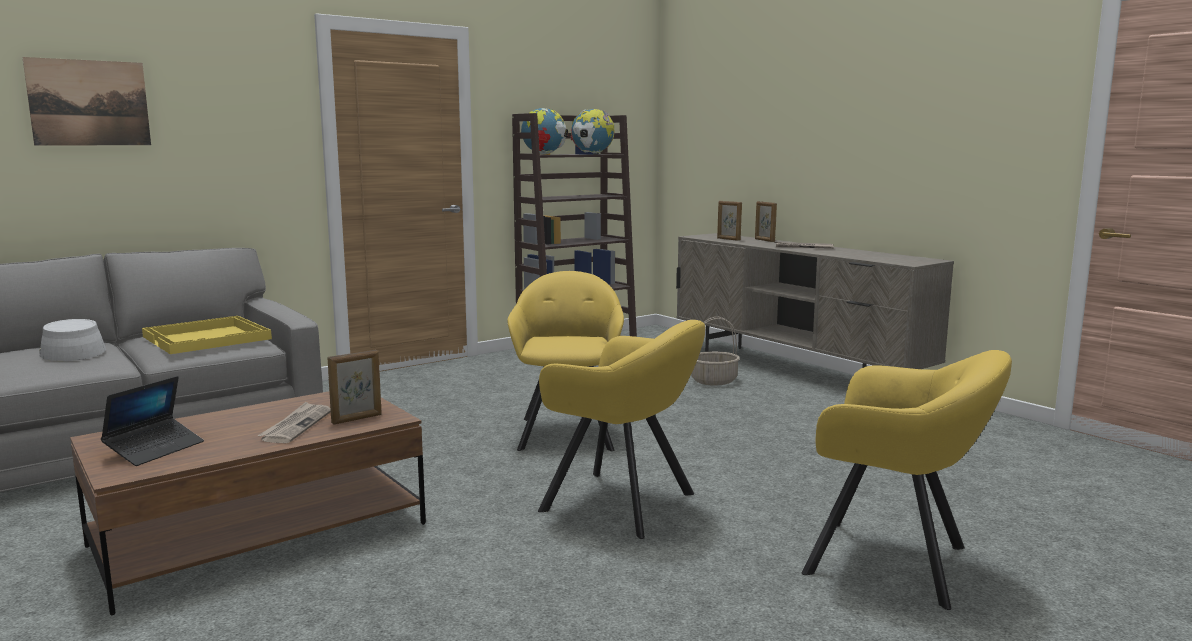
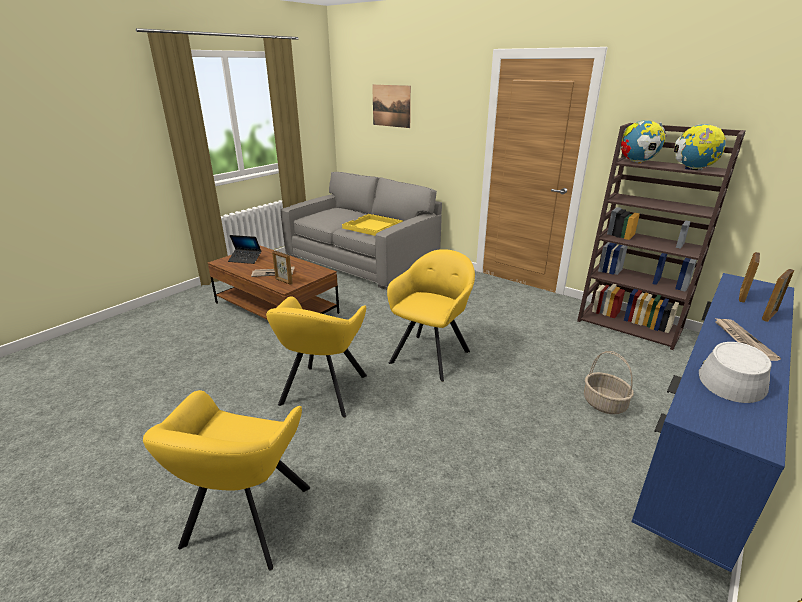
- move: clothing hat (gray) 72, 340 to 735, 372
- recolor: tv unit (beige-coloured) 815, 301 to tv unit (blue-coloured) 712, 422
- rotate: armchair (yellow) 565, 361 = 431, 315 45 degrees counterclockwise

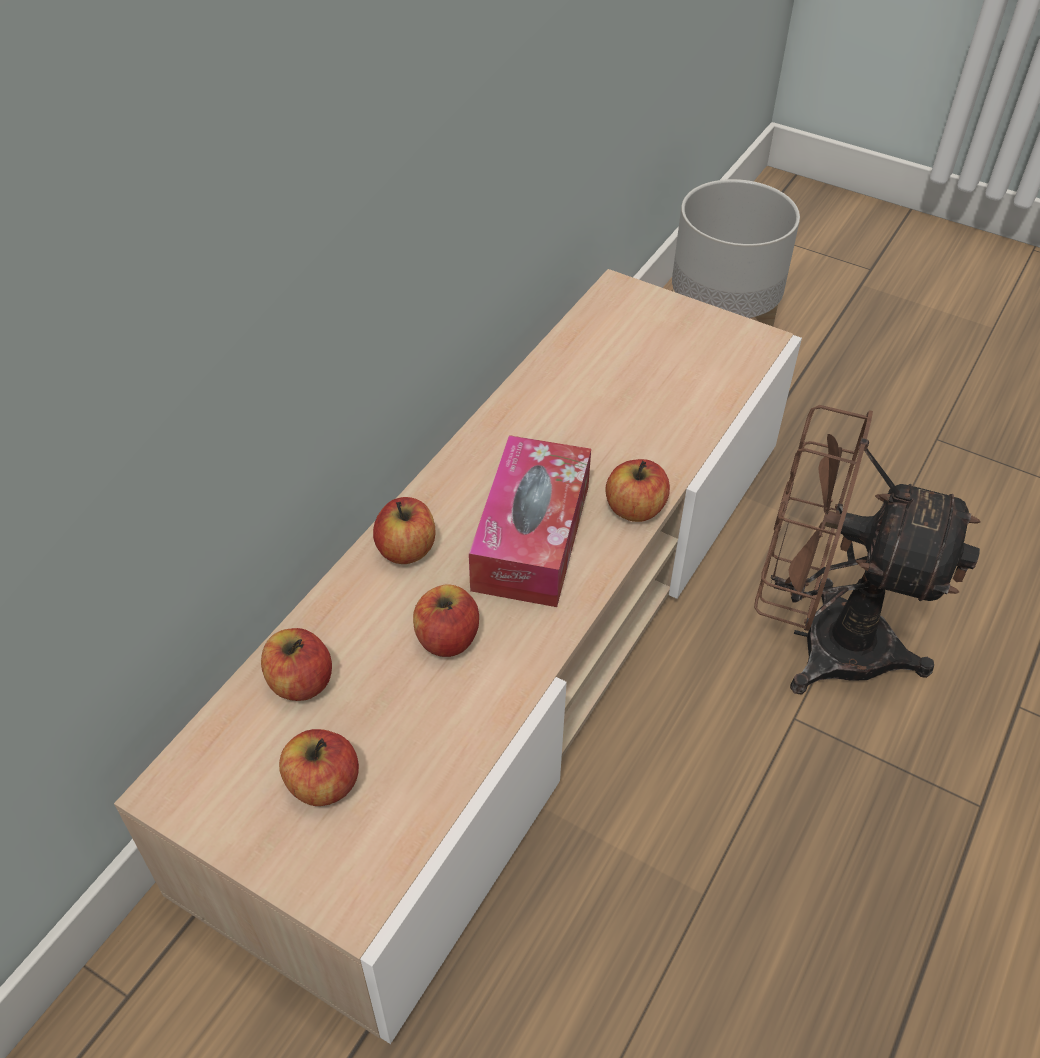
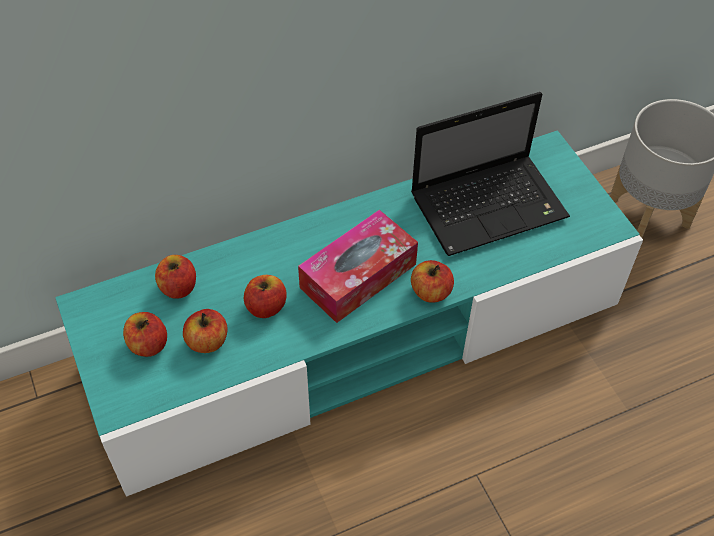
- delete: electric fan (brownish) 867, 550
- insert: laptop 490, 174
- move: whole apple 404, 530 to 205, 331
- recolor: tv unit (beige-coloured) 458, 656 to tv unit (turquoise) 349, 313

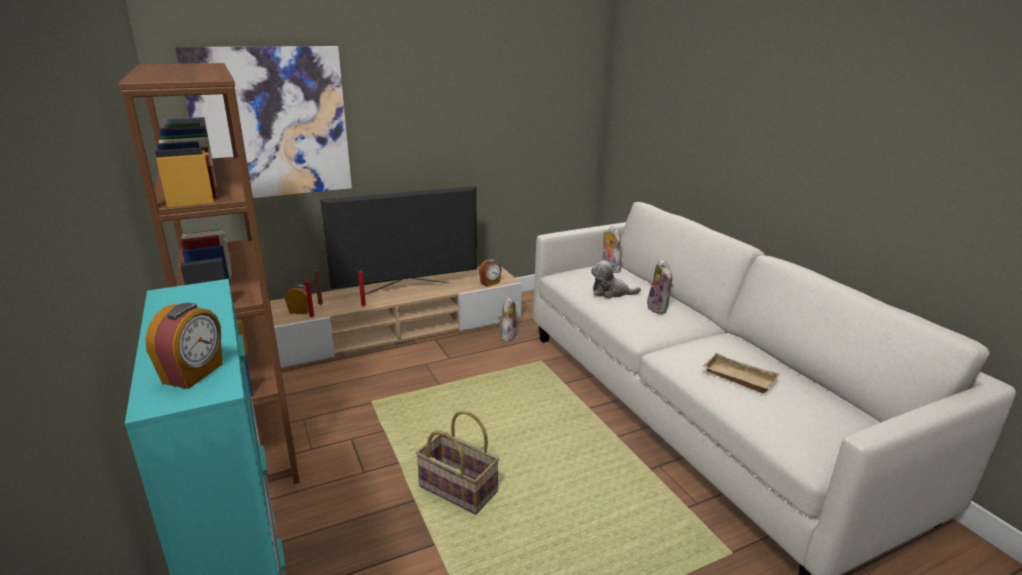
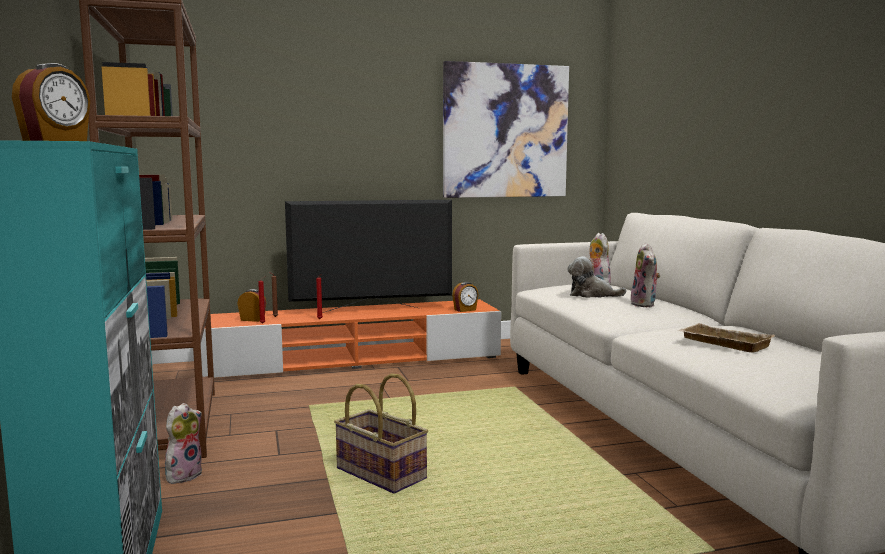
- move: wall picture 263, 122 to 506, 129
- move: cuddly toy 507, 319 to 183, 443
- recolor: tv unit (beige-coloured) 396, 317 to tv unit (orange-coloured) 351, 338

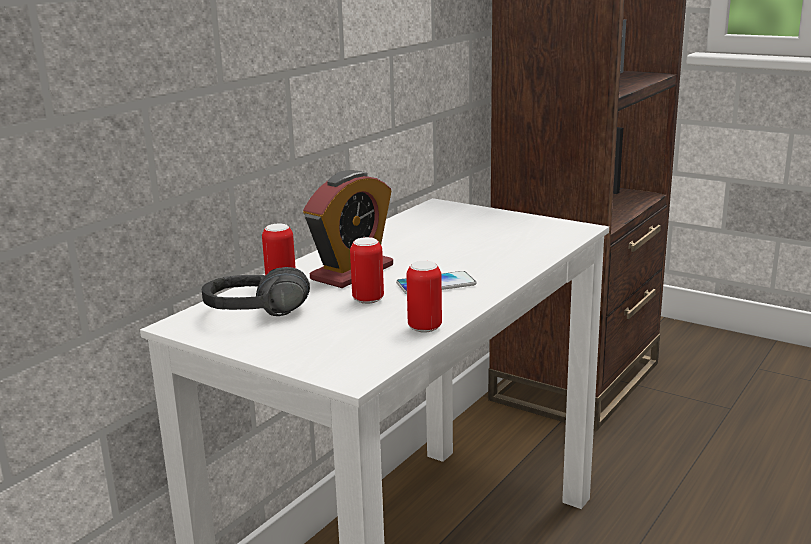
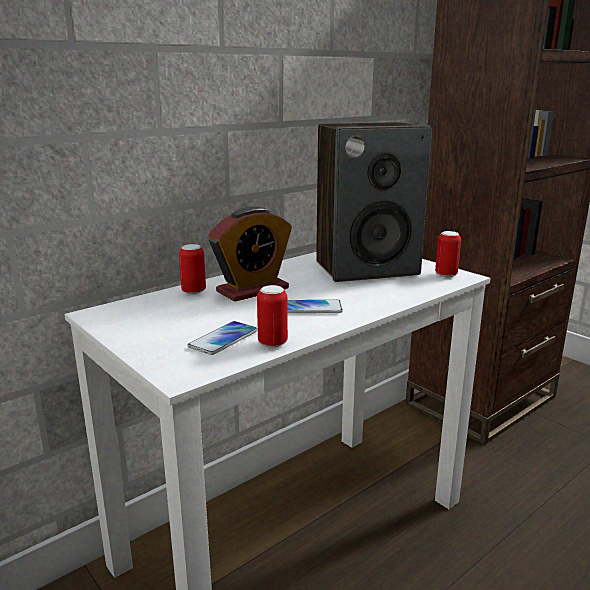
- delete: headphones (blackish) 256, 291
- insert: handset 223, 338
- insert: audio speaker 374, 202
- move: sealed can 367, 270 to 448, 254

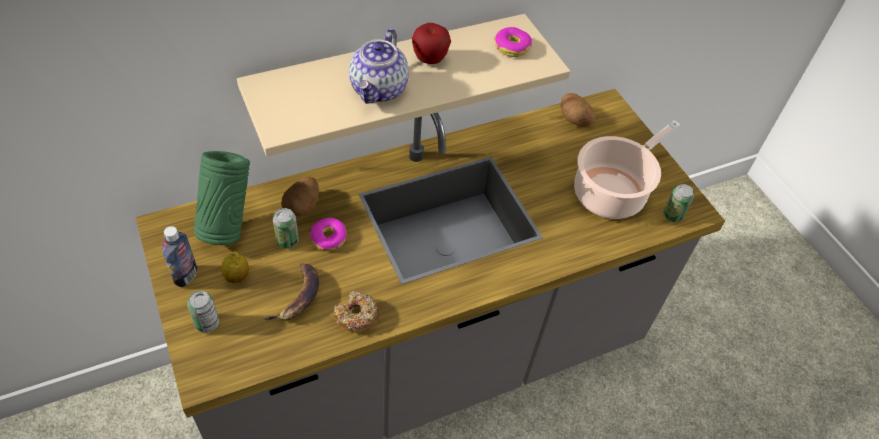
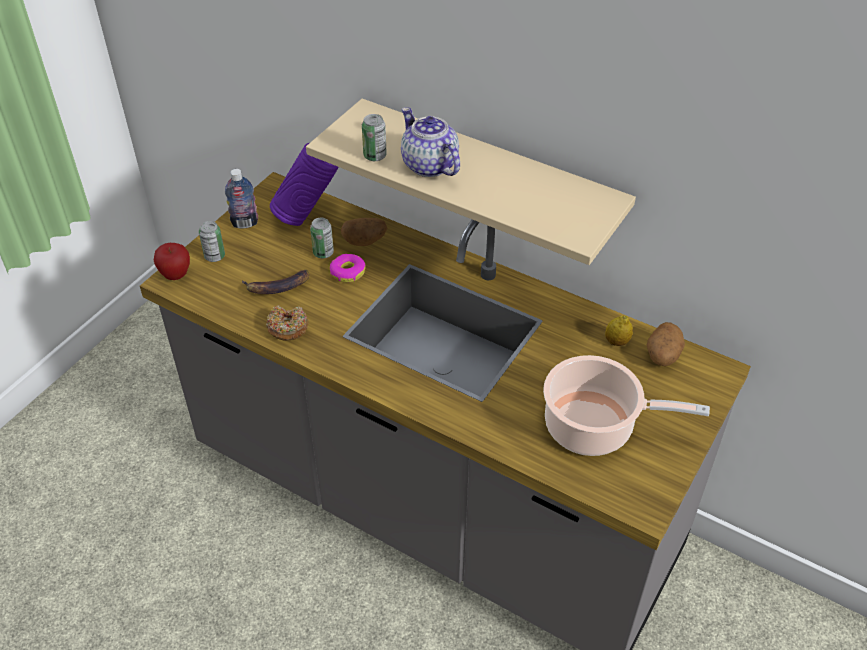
- delete: donut 513, 42
- move: whole lemon 235, 267 to 619, 330
- move: whole apple 431, 43 to 172, 261
- move: sealed can 678, 203 to 374, 137
- recolor: flower vase (green) 222, 198 to flower vase (purplish) 304, 184
- rotate: tea pot 379, 66 = 430, 142 75 degrees clockwise

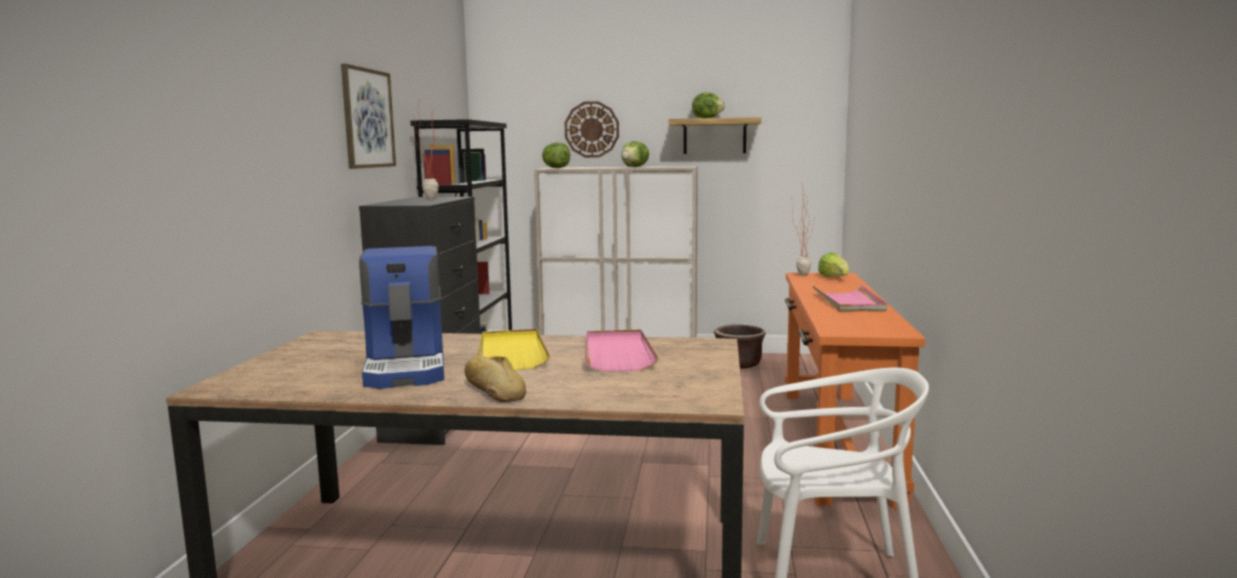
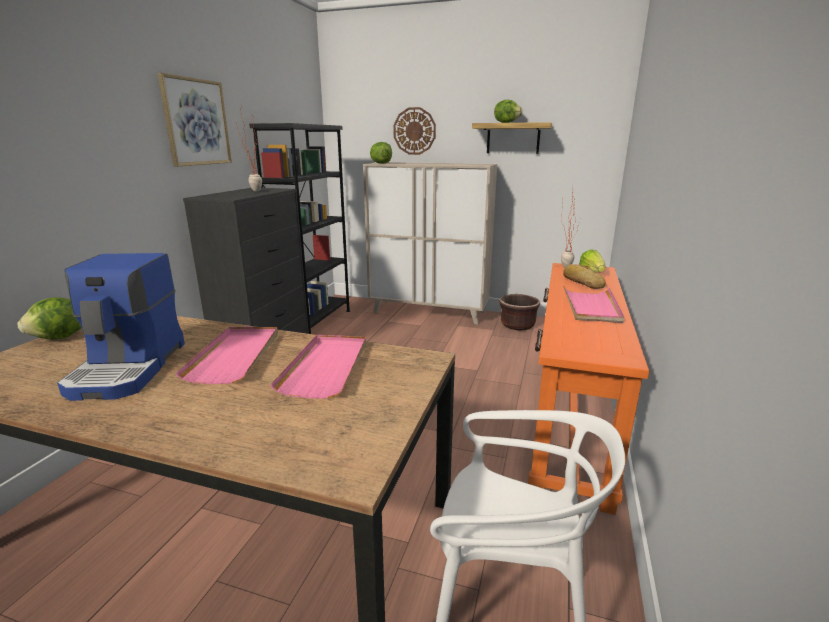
- move: bakery bread 495, 379 to 584, 276
- move: lettuce 635, 154 to 50, 318
- recolor: carrying tray (yellow) 513, 349 to carrying tray (pink) 227, 355

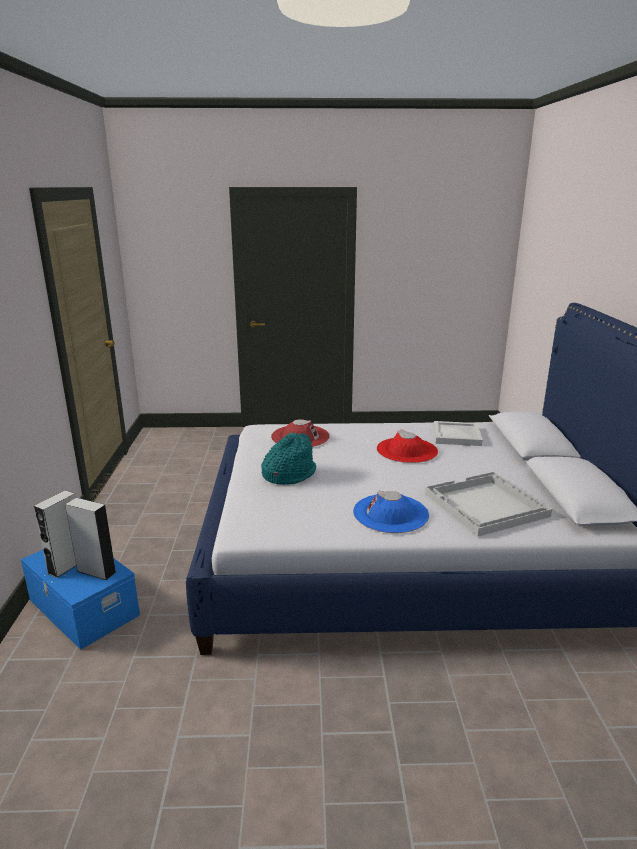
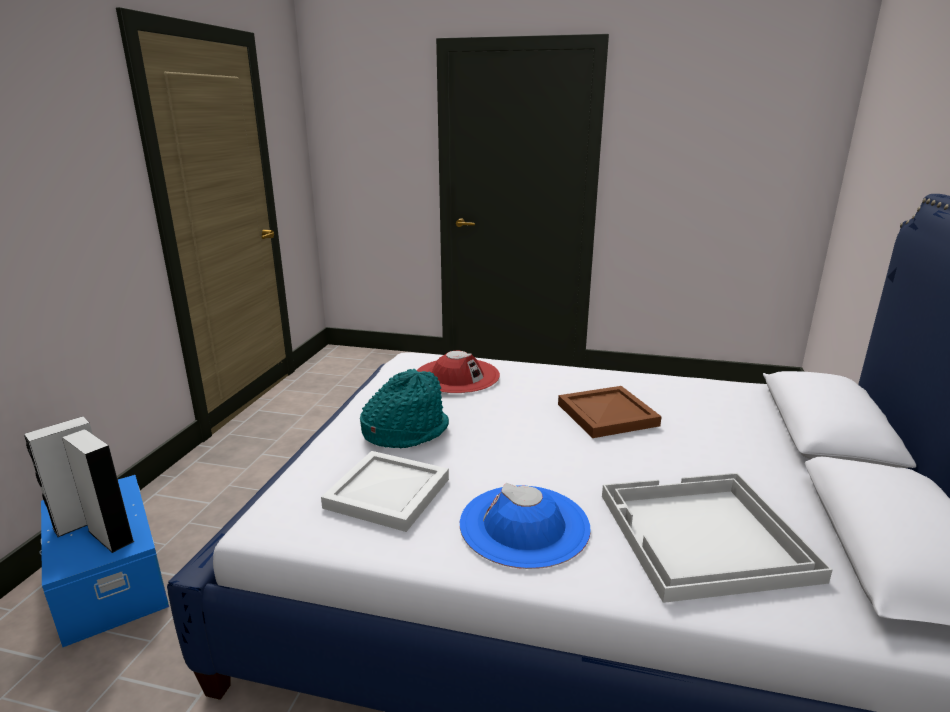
- move: carrying tray (white-coloured) 458, 433 to 385, 491
- replace: clothing hat (red-coloured) 407, 446 to carrying tray (brownish) 610, 412

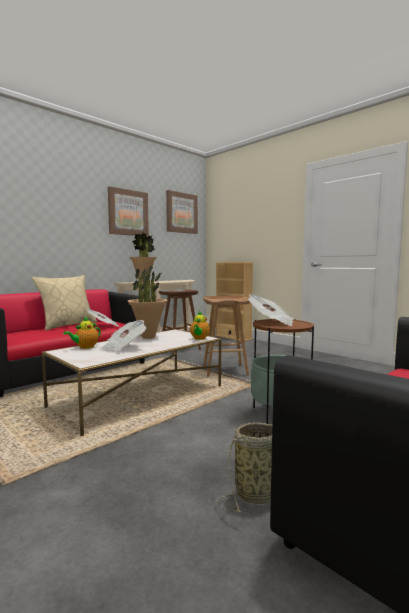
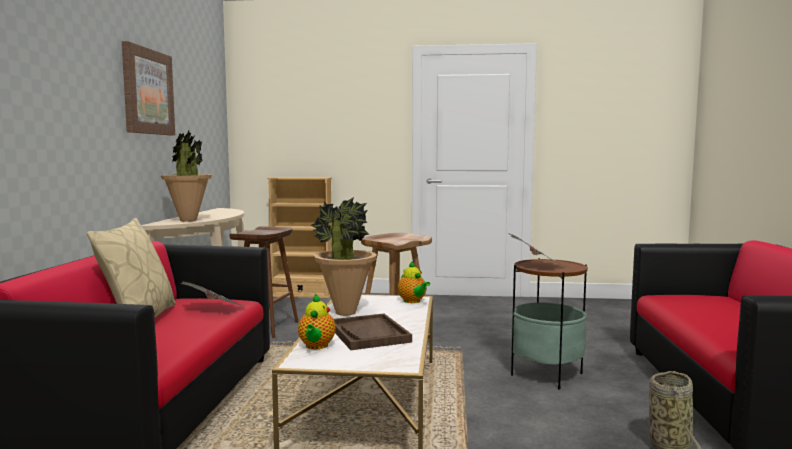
- delete: wall picture 182, 212
- replace: printed paper 123, 335 to carrying tray (brownish) 373, 332

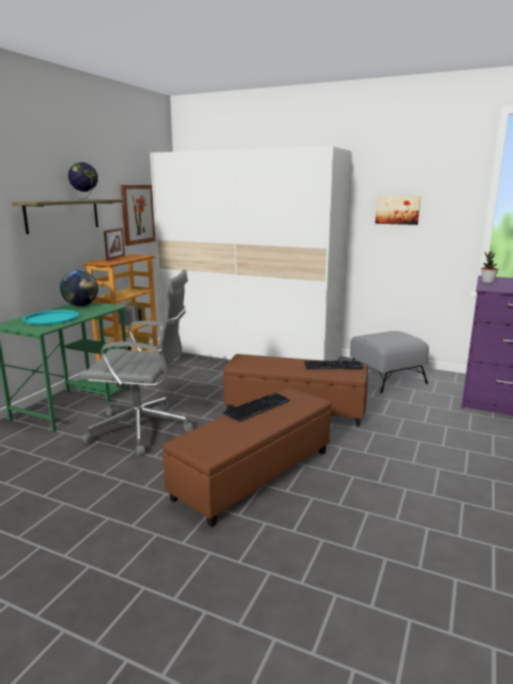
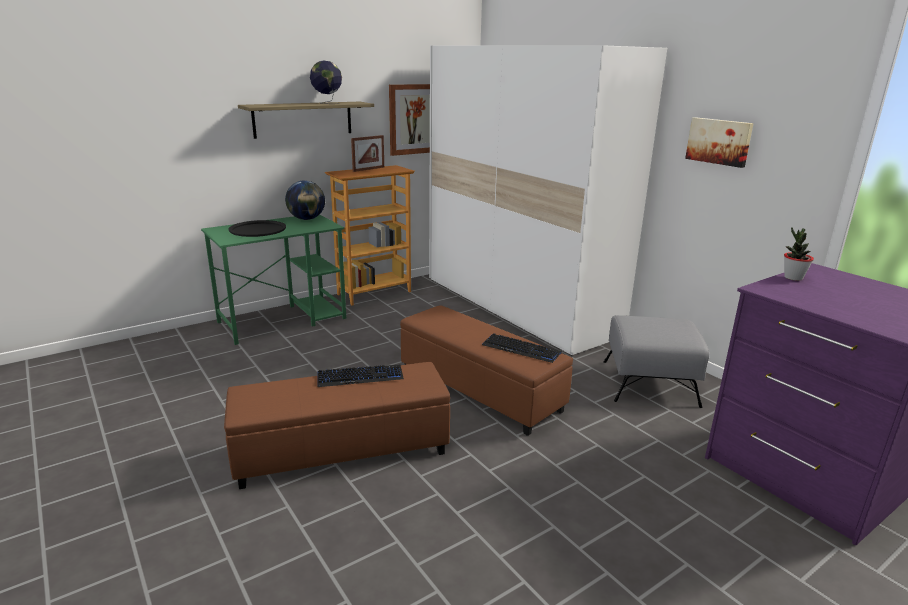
- delete: computer chair (gray) 137, 362
- recolor: carrying tray (turquoise) 50, 317 to carrying tray (blackish) 257, 228

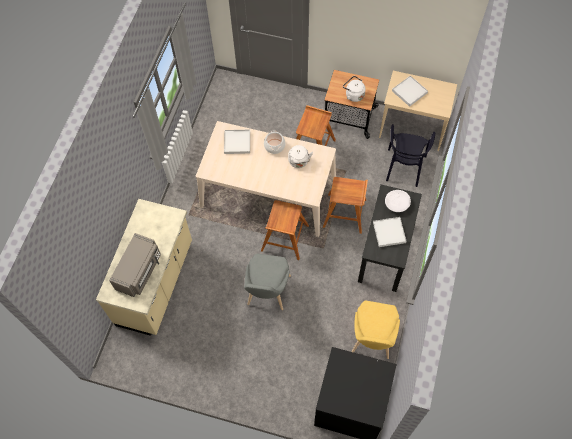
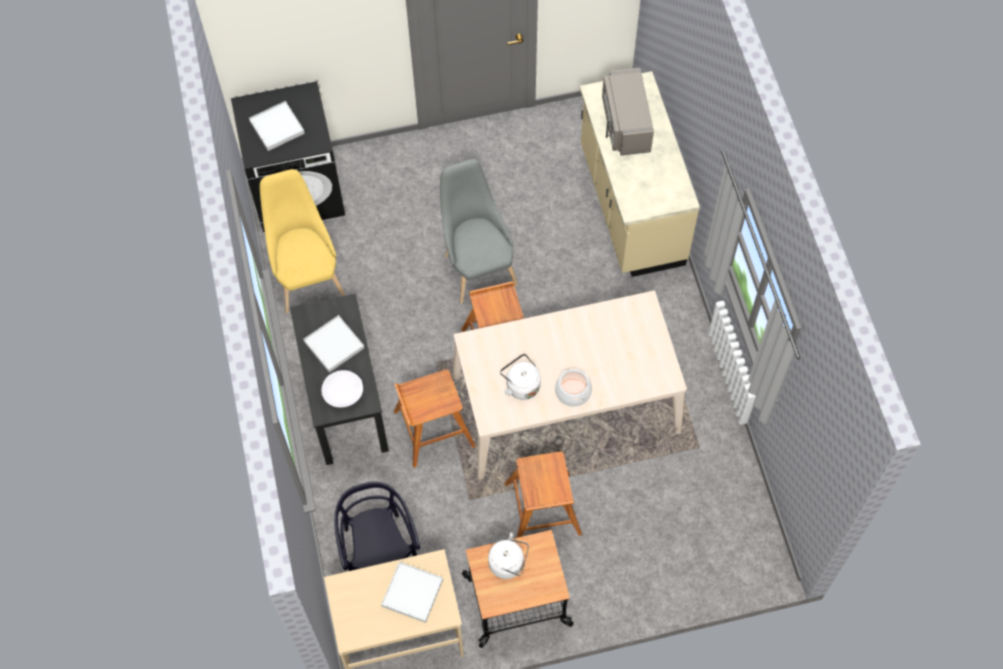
- move: carrying tray (white-coloured) 237, 141 to 277, 126

